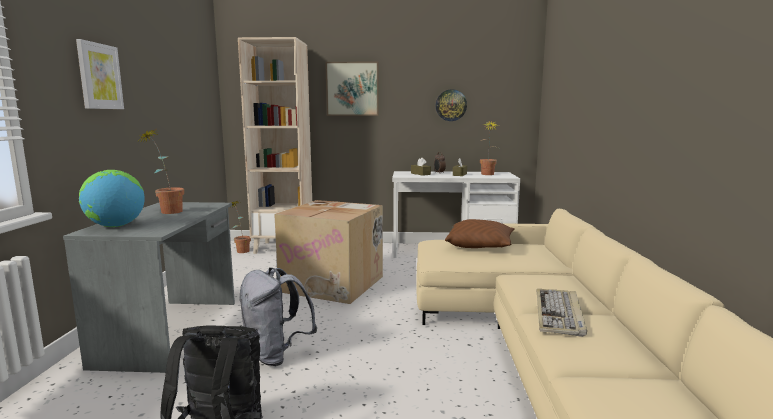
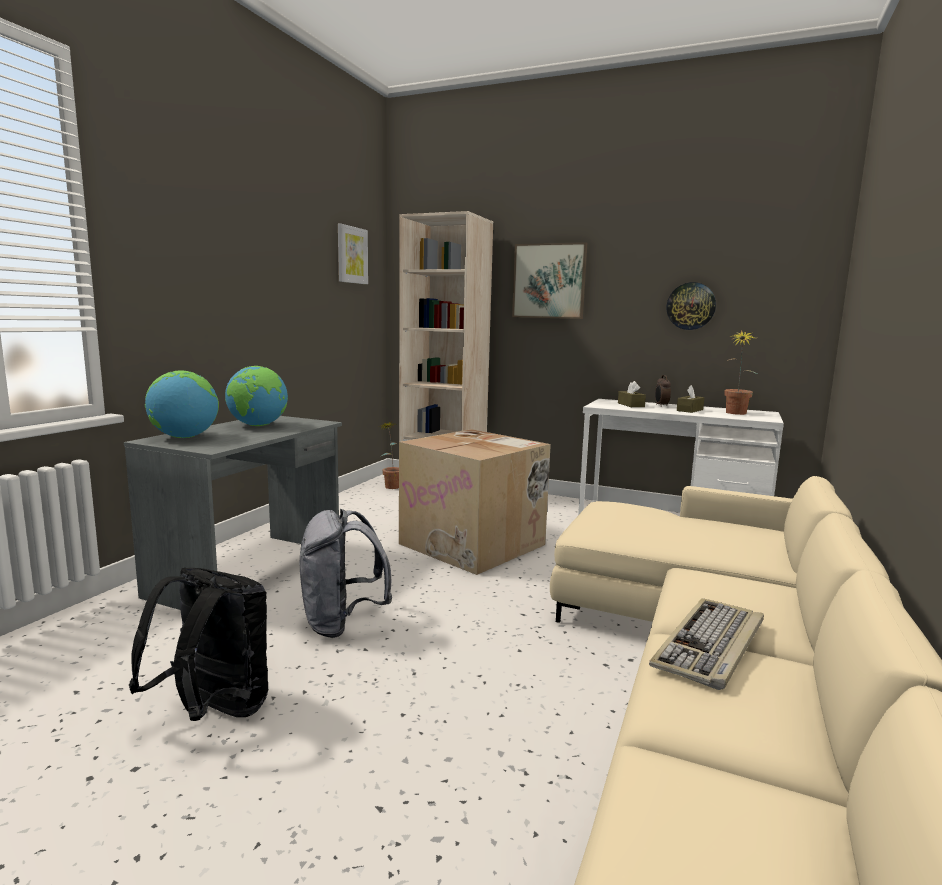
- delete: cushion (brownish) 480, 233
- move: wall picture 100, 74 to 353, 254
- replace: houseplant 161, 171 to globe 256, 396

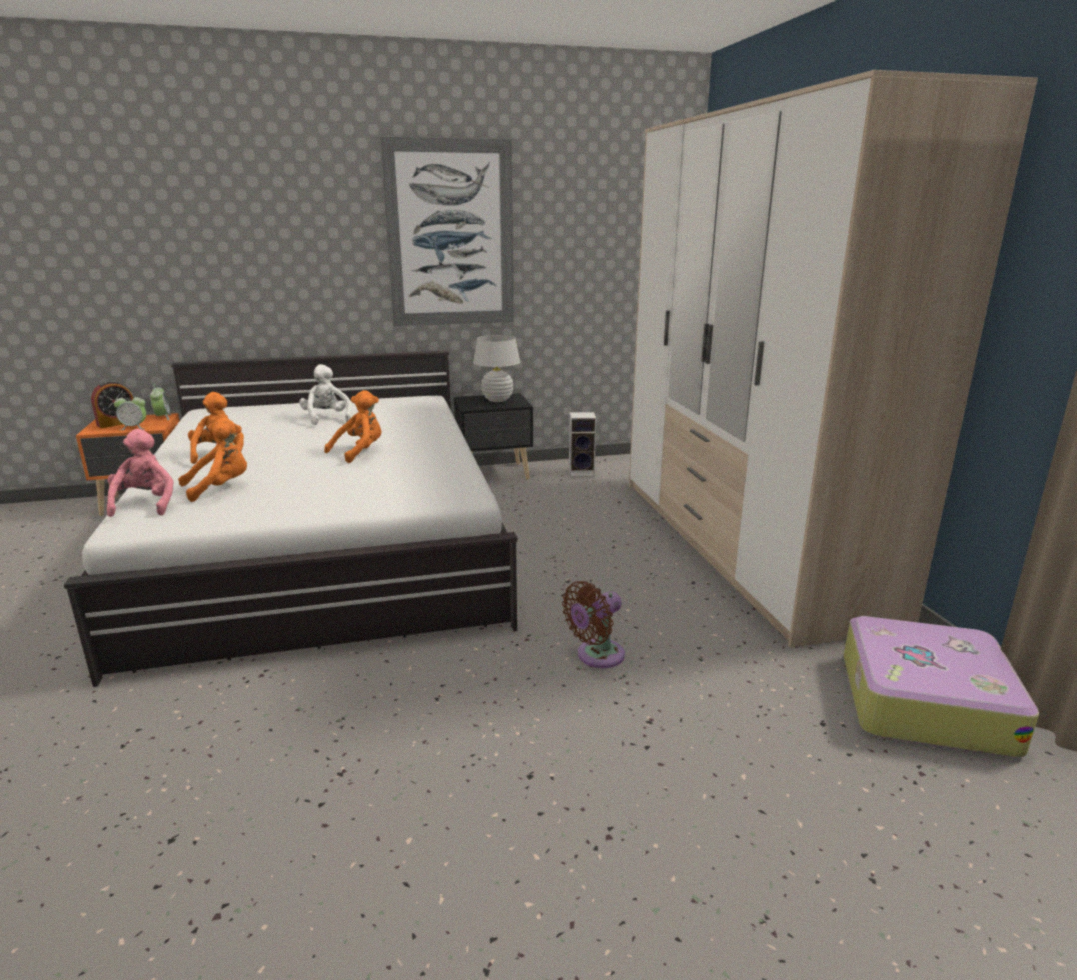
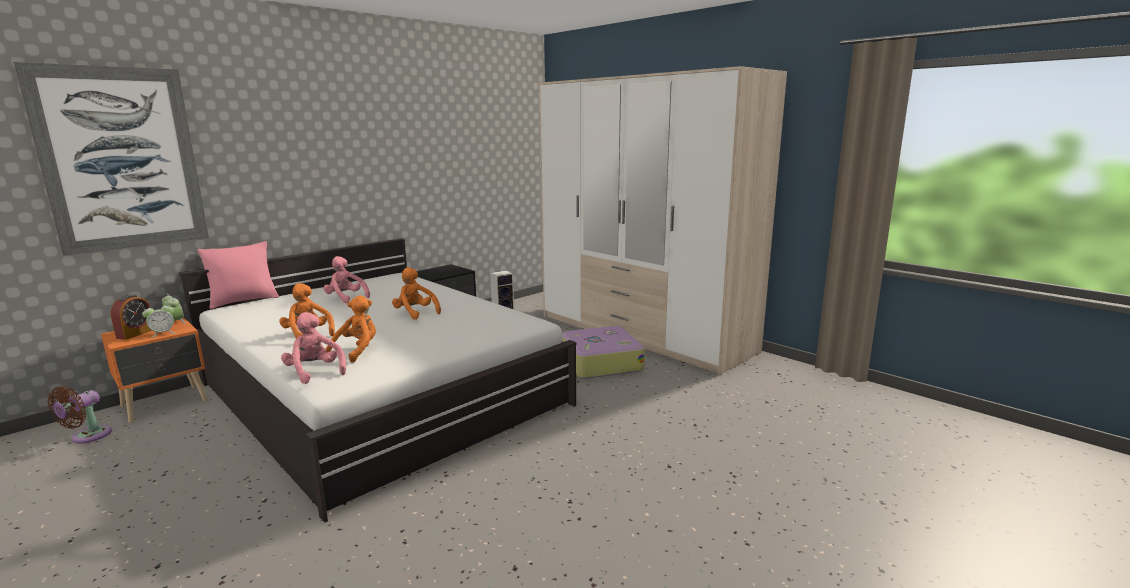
- delete: tabletop lamp (white-coloured) 496, 368
- insert: cushion (pink) 238, 275
- move: wall picture 447, 231 to 111, 159
- move: electric fan (brownish) 593, 624 to 79, 415
- move: suitcase 941, 687 to 603, 352
- recolor: cuddly toy (white-coloured) 325, 394 to cuddly toy (pink) 347, 279
- rotate: cuddly toy (orange-coloured) 352, 426 = 416, 293 60 degrees counterclockwise

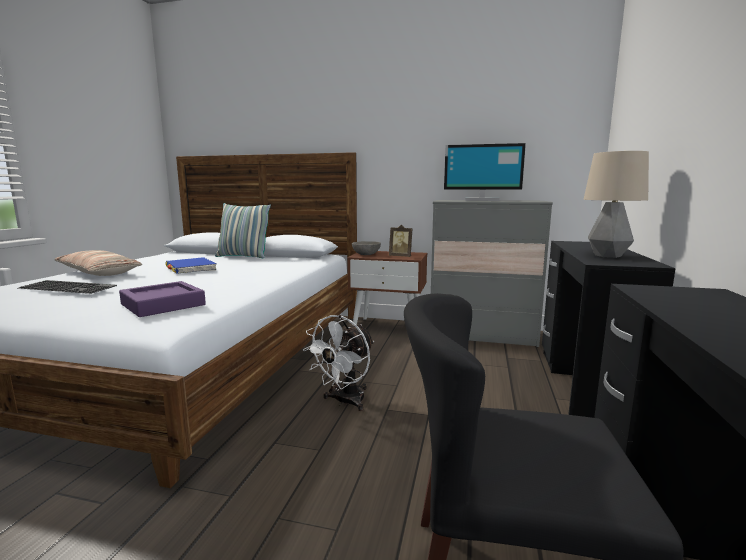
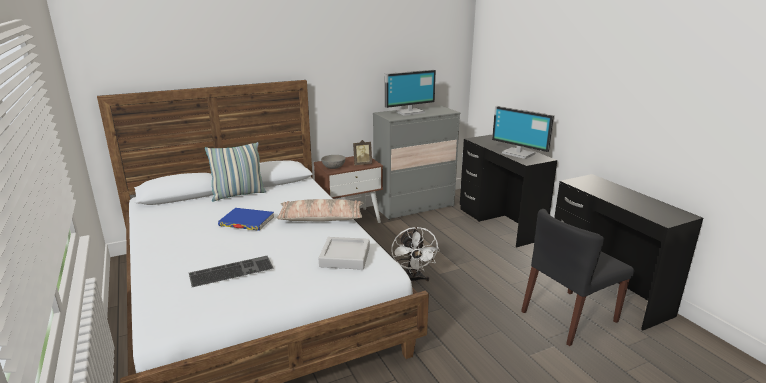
- move: cushion 98, 263 to 320, 210
- replace: tabletop lamp 616, 204 to monitor 523, 132
- recolor: carrying tray (purplish) 162, 299 to carrying tray (gray) 344, 253

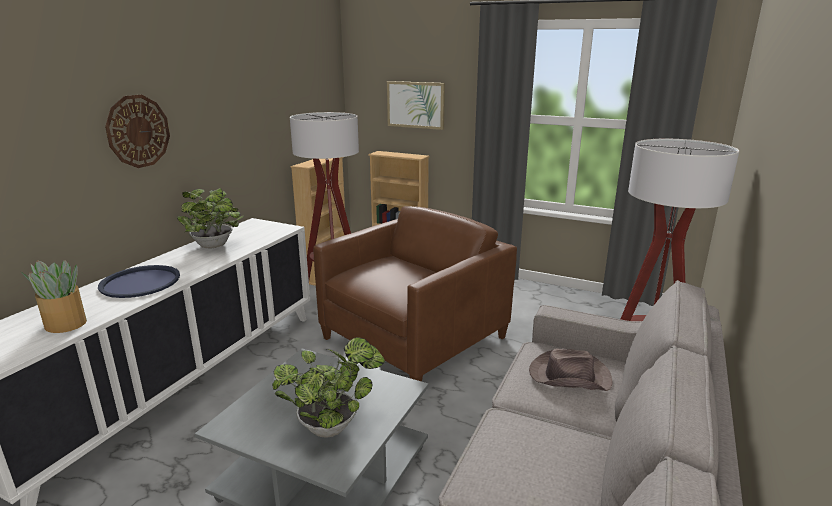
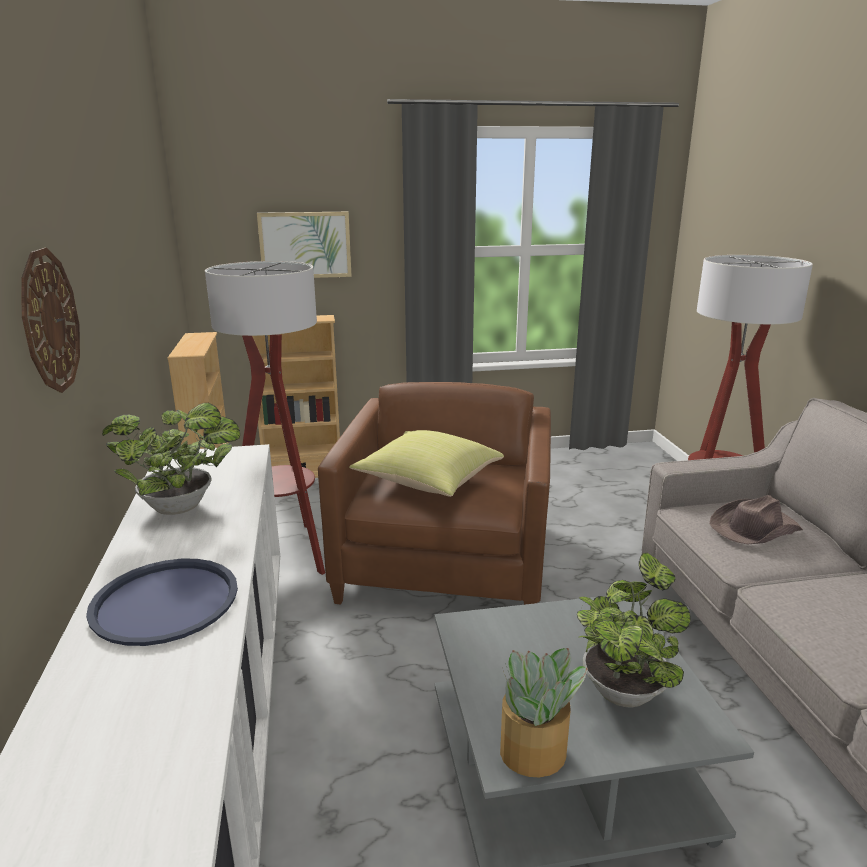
- insert: cushion (yellow) 426, 463
- move: houseplant 53, 296 to 543, 712

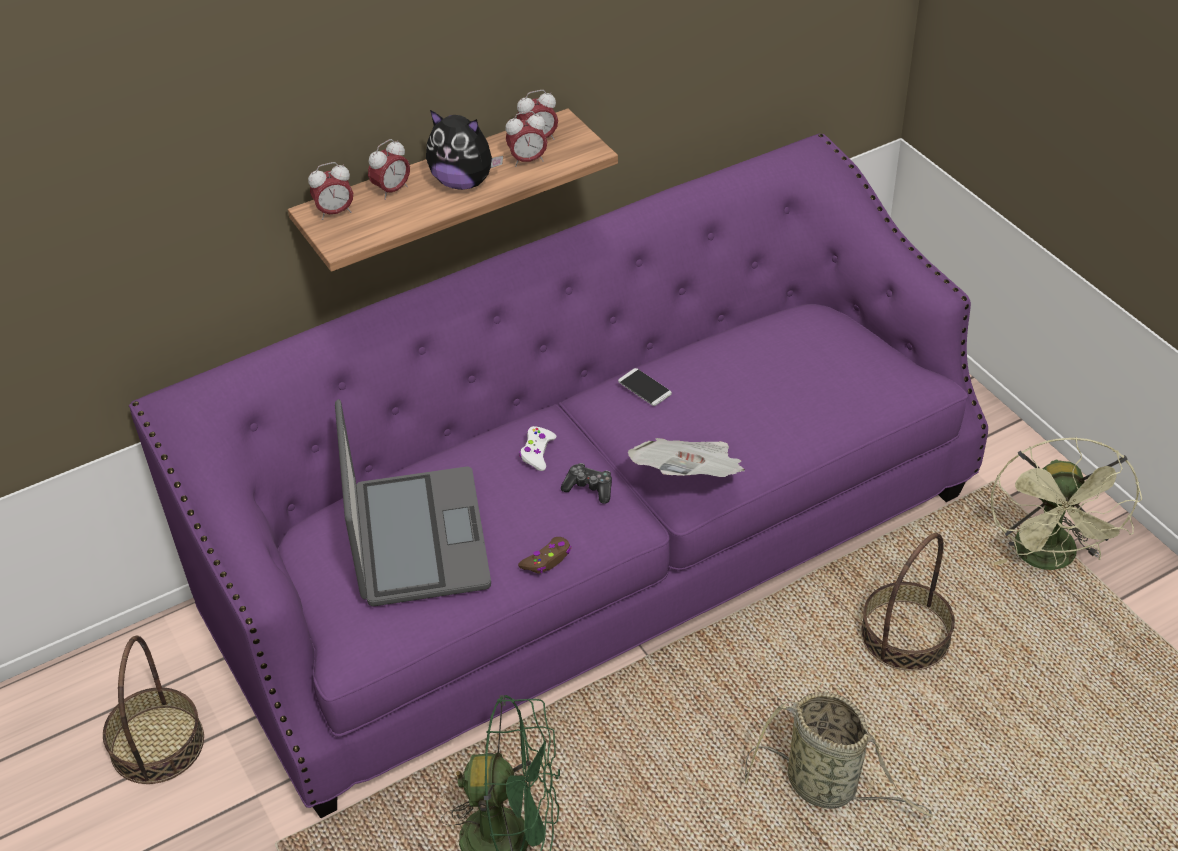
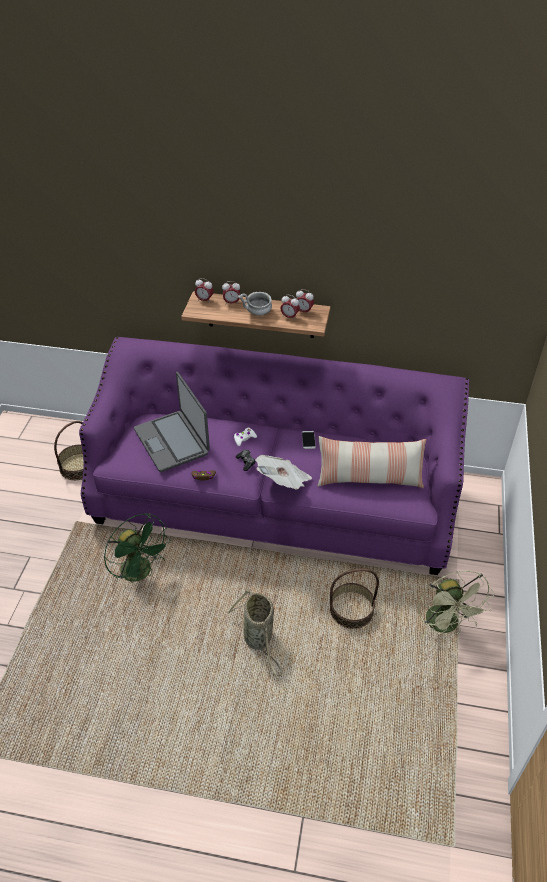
- insert: cushion 372, 462
- replace: cuddly toy 464, 150 to bowl (gray) 255, 304
- rotate: laptop 413, 502 = 172, 422 120 degrees clockwise
- rotate: electric fan (green) 1066, 503 = 456, 604 60 degrees counterclockwise

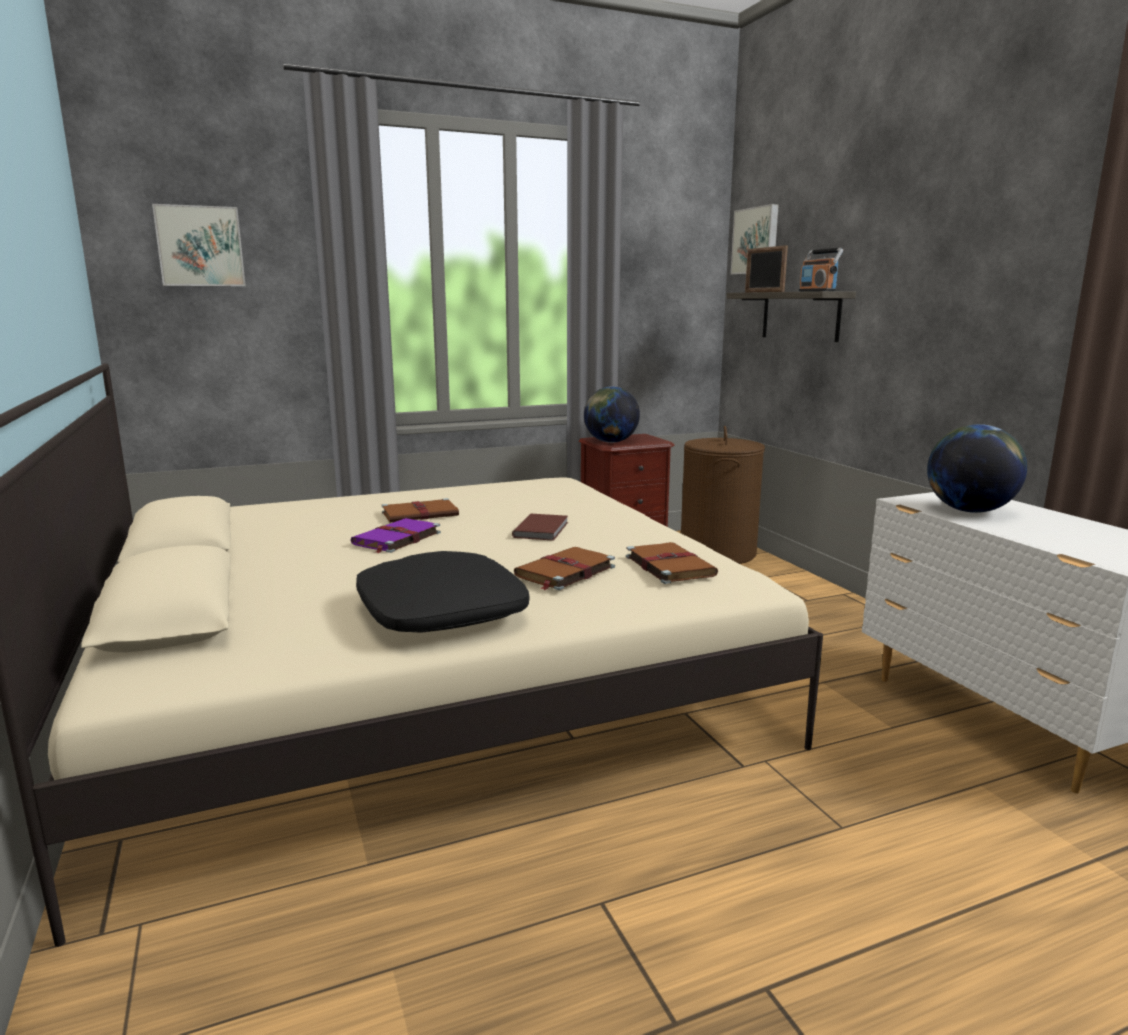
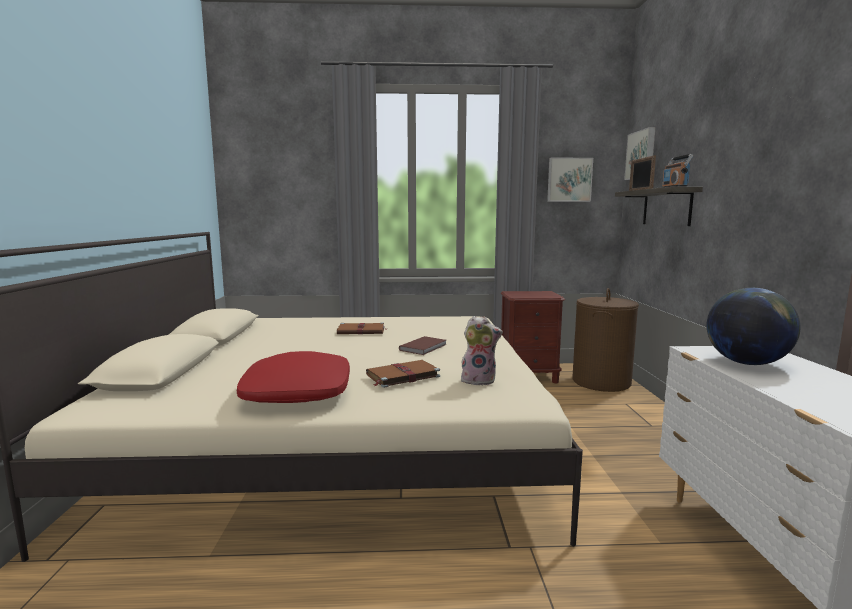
- delete: bound book (purplish) 396, 535
- delete: globe 612, 415
- move: wall picture 199, 245 to 570, 180
- replace: bound book (brownish) 672, 563 to cuddly toy 482, 350
- recolor: cushion (blackish) 442, 592 to cushion (red-coloured) 293, 377

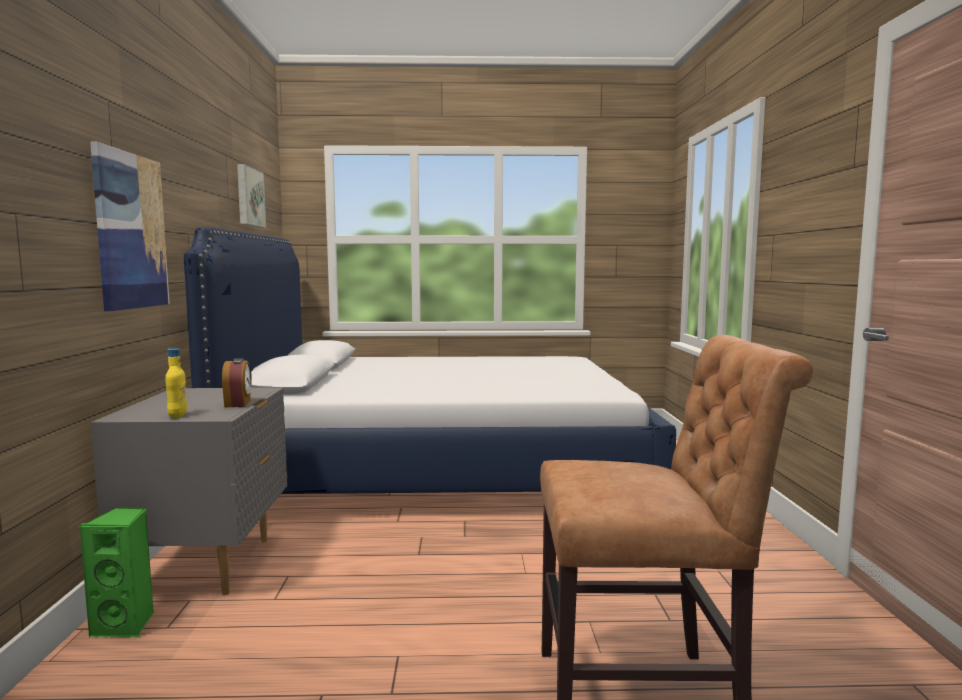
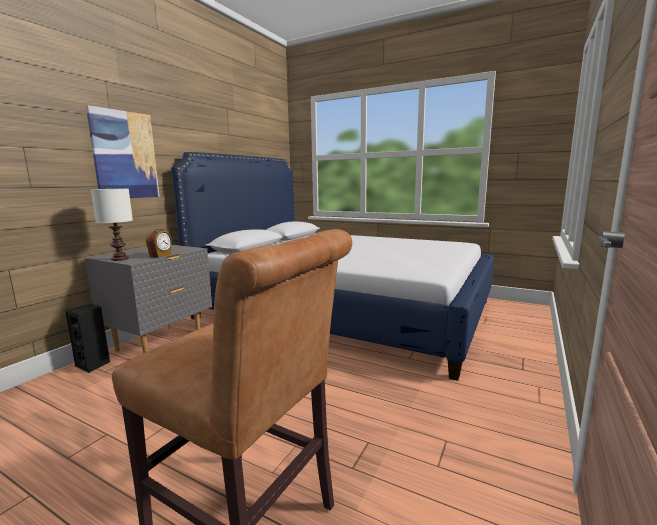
- delete: wall picture 251, 196
- replace: drink bottle (yellow) 176, 383 to tabletop lamp (white-coloured) 112, 225
- recolor: audio speaker (green) 116, 573 to audio speaker (blackish) 87, 338

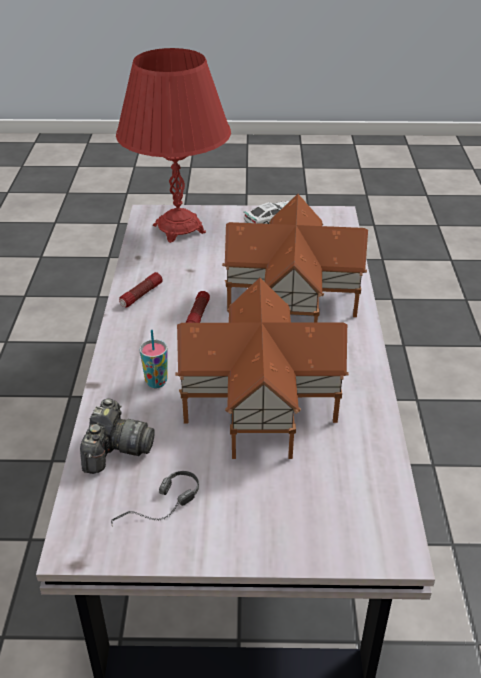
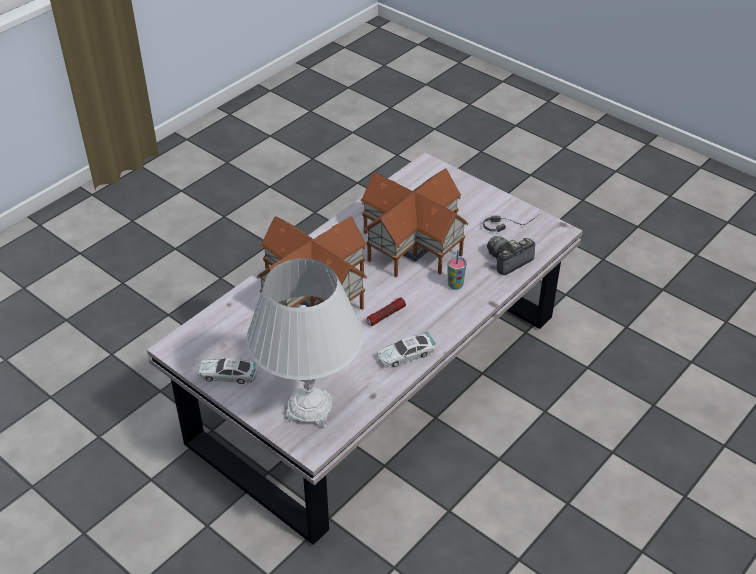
- replace: torch 141, 289 to miniature car 406, 349
- recolor: tabletop lamp (red-coloured) 173, 145 to tabletop lamp (white-coloured) 304, 343

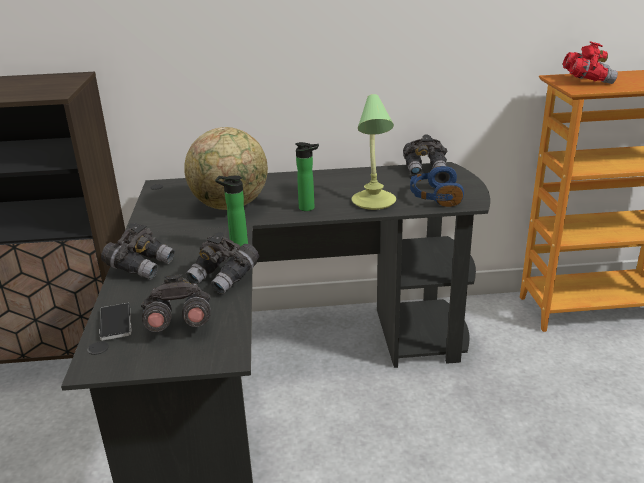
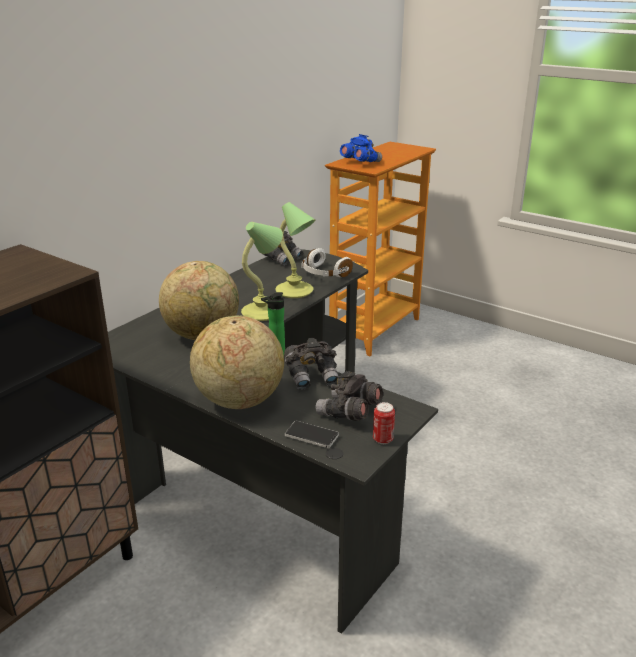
- insert: sealed can 384, 423
- replace: binoculars (gray) 138, 251 to globe 237, 362
- replace: drink bottle 307, 176 to tabletop lamp 262, 271
- recolor: headphones (blue-coloured) 437, 186 to headphones (white-coloured) 327, 262
- recolor: binoculars (red-coloured) 590, 62 to binoculars (blue-coloured) 361, 148

